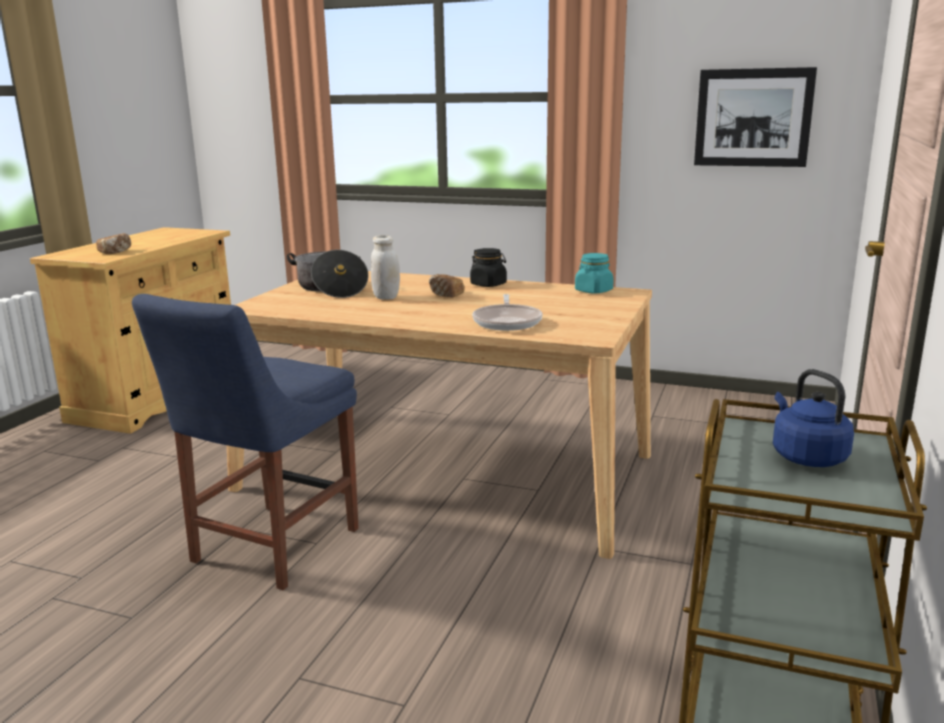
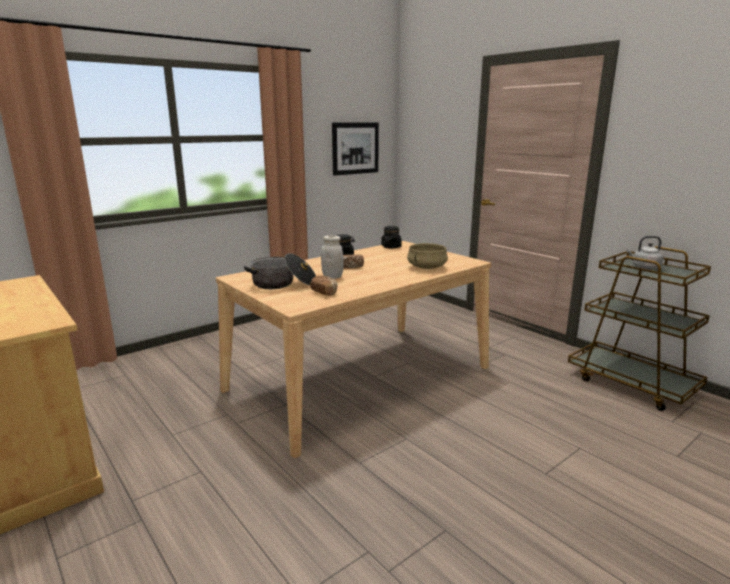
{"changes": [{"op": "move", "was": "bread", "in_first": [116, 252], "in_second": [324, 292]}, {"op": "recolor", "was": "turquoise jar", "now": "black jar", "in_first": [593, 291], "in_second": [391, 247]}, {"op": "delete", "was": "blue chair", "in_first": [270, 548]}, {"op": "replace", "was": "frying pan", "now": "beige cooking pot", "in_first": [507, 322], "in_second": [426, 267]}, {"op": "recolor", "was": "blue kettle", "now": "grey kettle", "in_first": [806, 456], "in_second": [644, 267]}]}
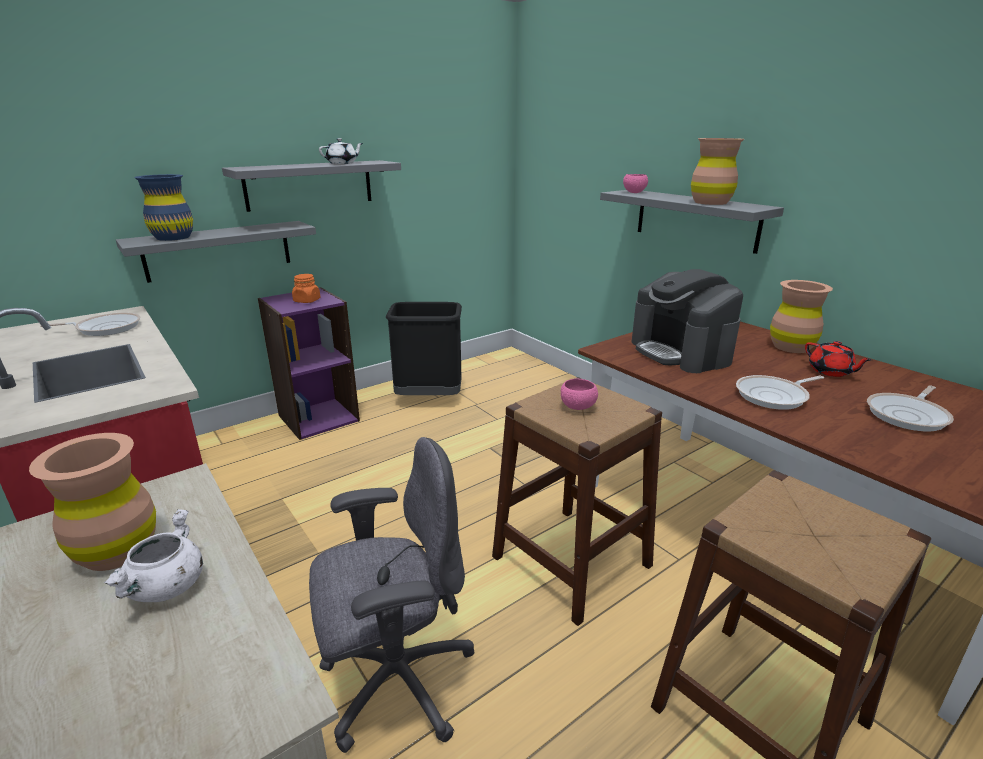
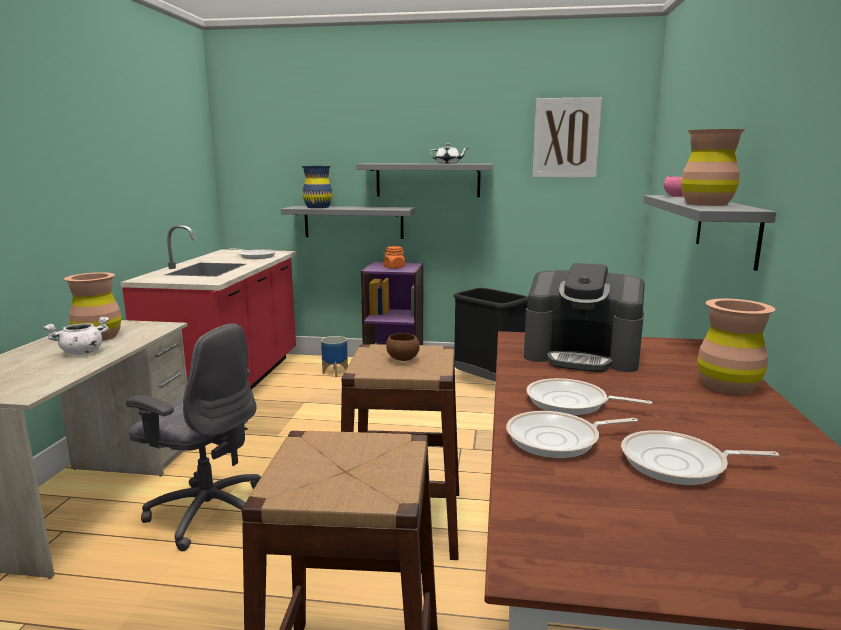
{"changes": [{"op": "rotate", "was": "coffee machine", "in_first": [680, 352], "in_second": [582, 356], "clockwise": -90}, {"op": "delete", "was": "red teapot", "in_first": [830, 371]}, {"op": "recolor", "was": "pink bowl", "now": "brown bowl", "in_first": [578, 407], "in_second": [402, 359]}, {"op": "insert", "now": "picture", "in_second": [566, 138]}, {"op": "insert", "now": "planter", "in_second": [335, 372]}, {"op": "insert", "now": "frying pan", "in_second": [558, 440]}]}
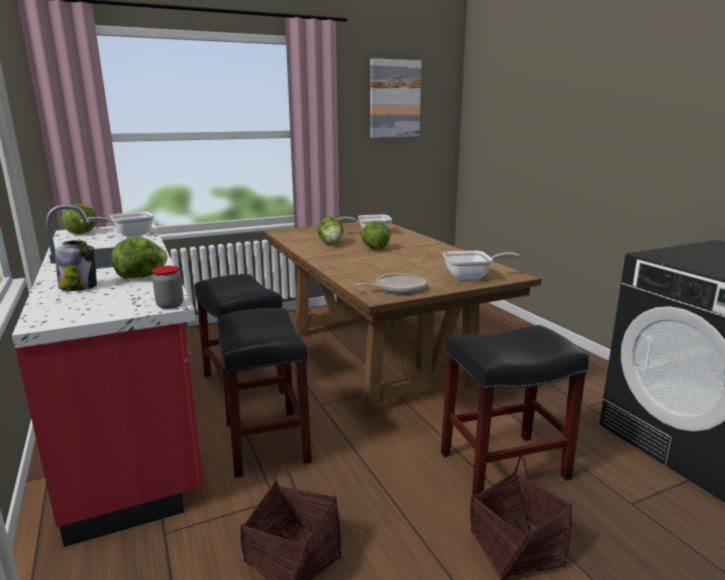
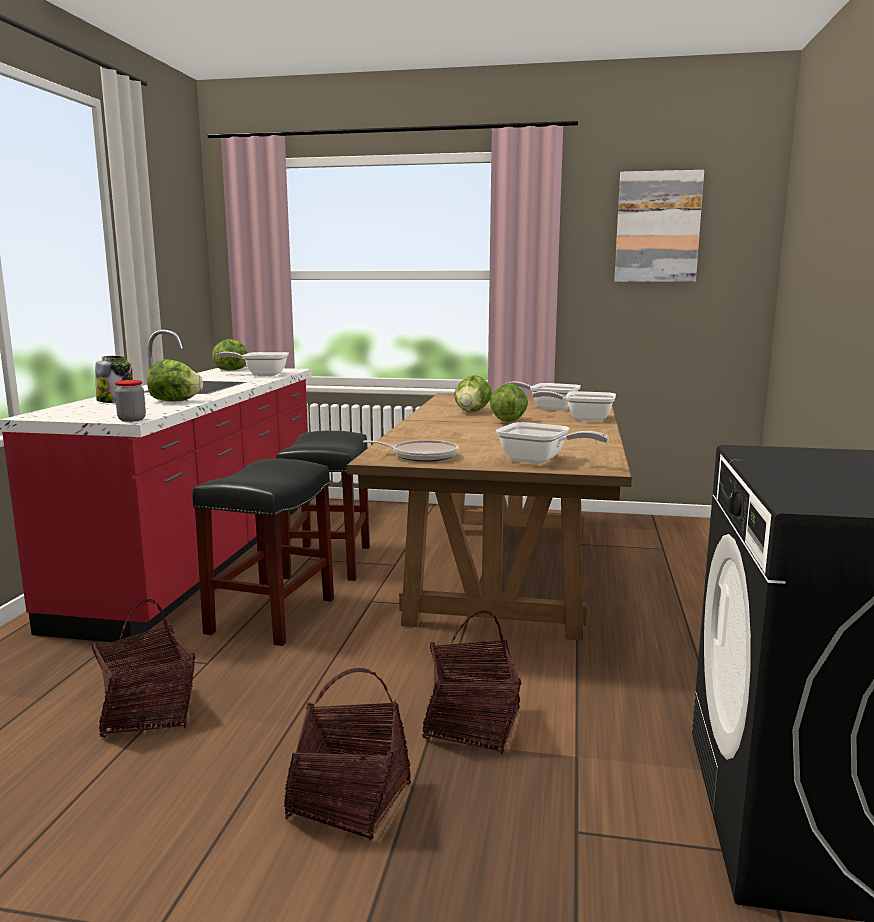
{"changes": [{"op": "replace", "was": "black stool", "now": "basket", "in_first": [503, 466], "in_second": [472, 725]}, {"op": "insert", "now": "frying pan", "in_second": [583, 418]}]}
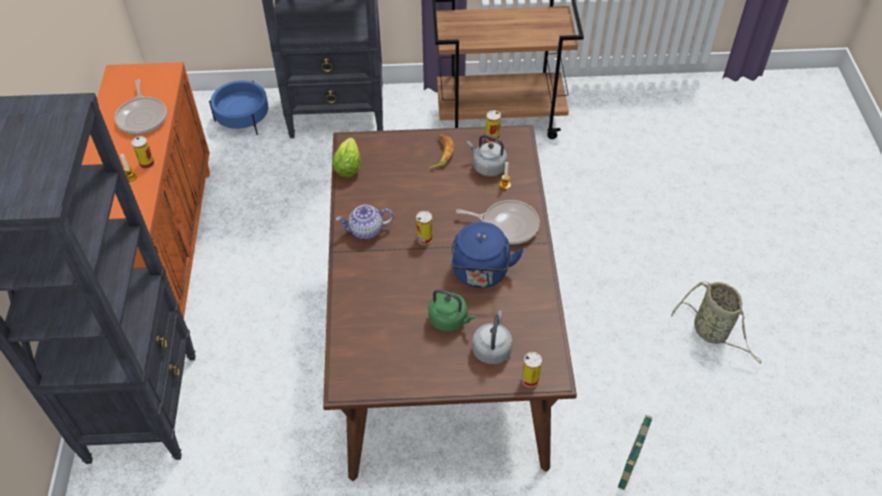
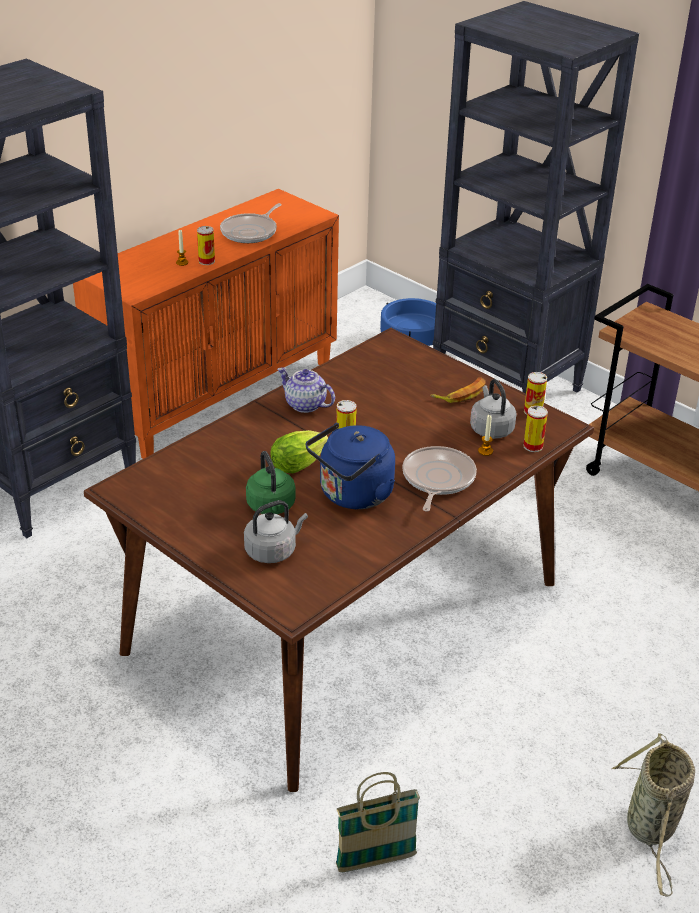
{"changes": [{"op": "move", "was": "lettuce", "in_first": [348, 165], "in_second": [300, 464]}, {"op": "rotate", "was": "frying pan", "in_first": [507, 225], "in_second": [437, 479], "clockwise": -135}, {"op": "move", "was": "can", "in_first": [530, 379], "in_second": [533, 446]}]}
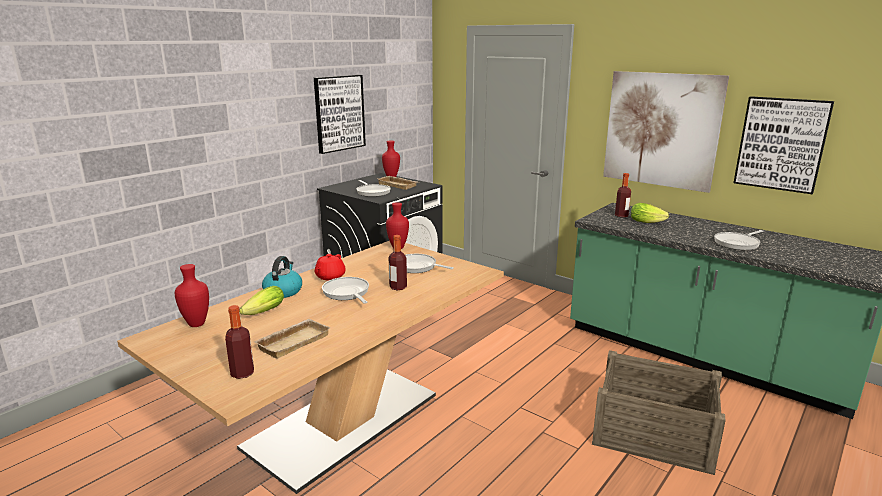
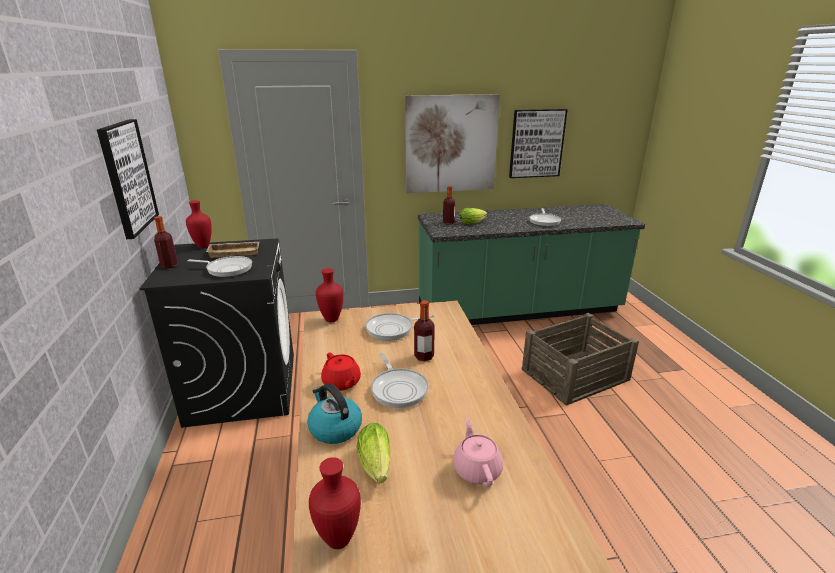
{"changes": [{"op": "rotate", "was": "frying pan", "in_first": [347, 293], "in_second": [398, 389], "clockwise": -120}, {"op": "move", "was": "bottle", "in_first": [242, 373], "in_second": [169, 266]}, {"op": "replace", "was": "beige tray", "now": "pink teapot", "in_first": [293, 341], "in_second": [477, 469]}]}
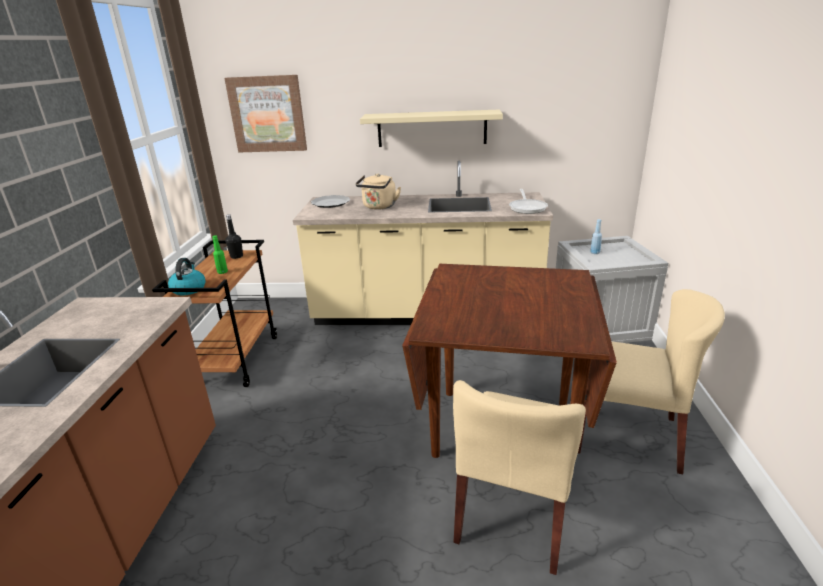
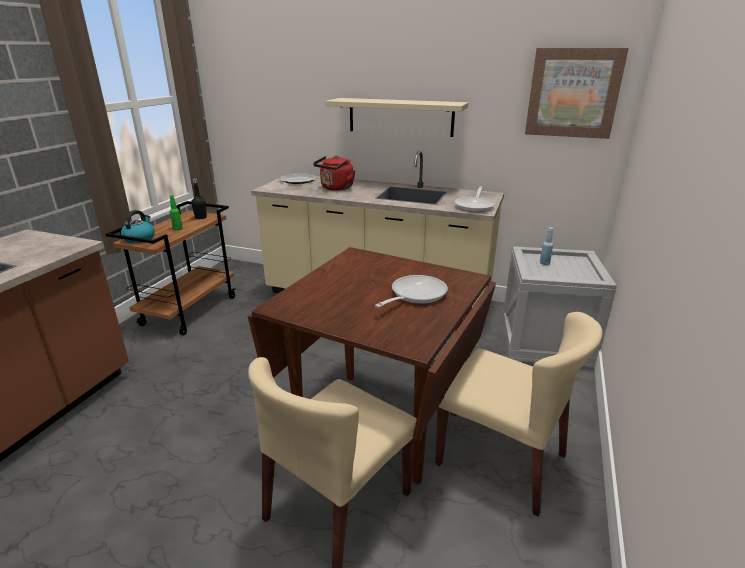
{"changes": [{"op": "move", "was": "picture", "in_first": [267, 114], "in_second": [573, 93]}, {"op": "recolor", "was": "beige kettle", "now": "red kettle", "in_first": [379, 207], "in_second": [336, 188]}, {"op": "insert", "now": "frying pan", "in_second": [415, 295]}]}
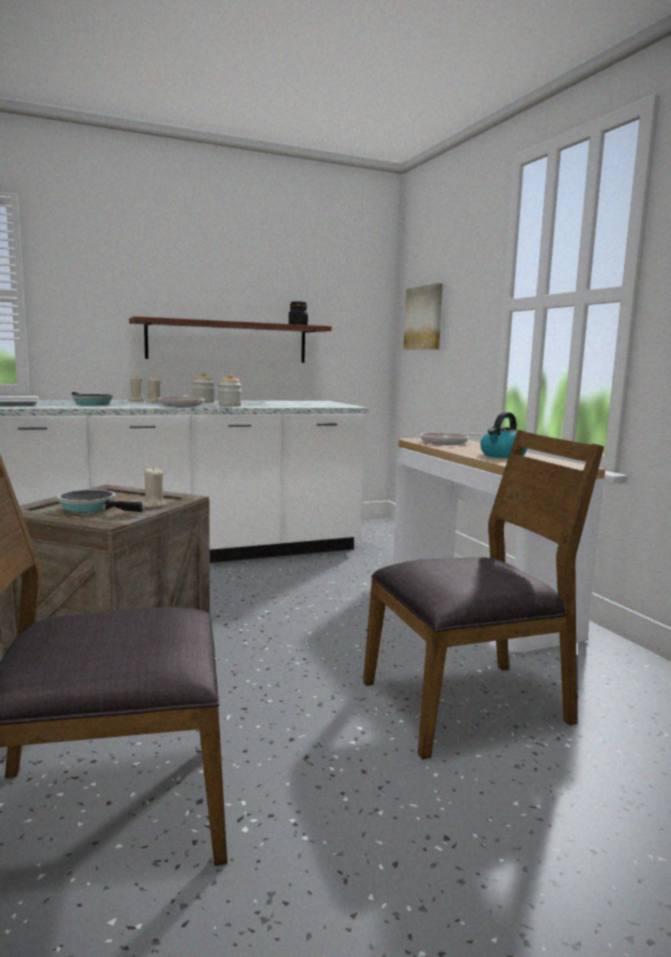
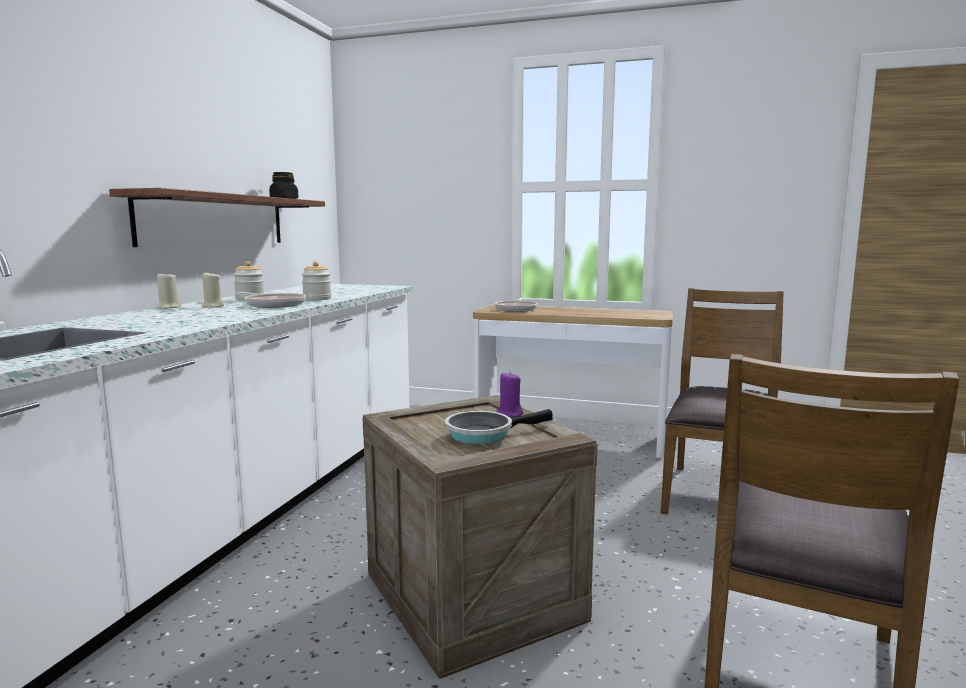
{"changes": [{"op": "delete", "was": "picture", "in_first": [424, 318]}, {"op": "delete", "was": "frying pan", "in_first": [90, 403]}, {"op": "delete", "was": "kettle", "in_first": [502, 455]}, {"op": "recolor", "was": "beige candle", "now": "purple candle", "in_first": [153, 505], "in_second": [509, 414]}]}
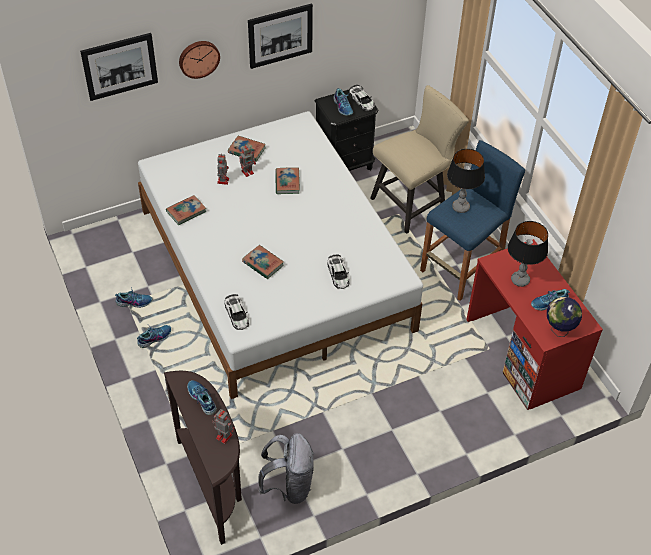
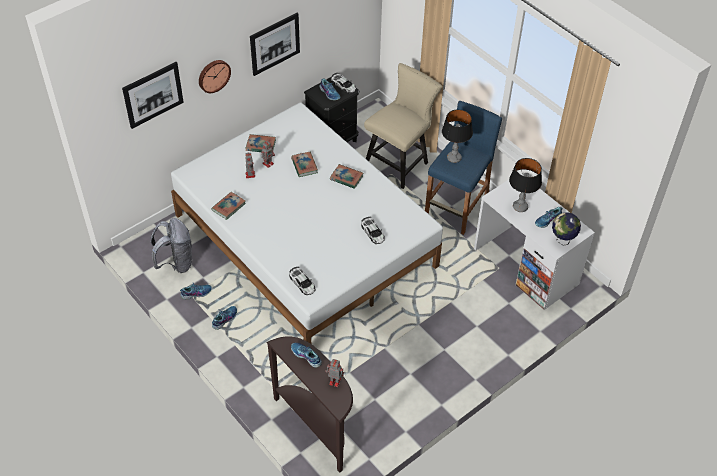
{"changes": [{"op": "recolor", "was": "red desk", "now": "white desk", "in_first": [522, 353], "in_second": [526, 266]}, {"op": "move", "was": "book", "in_first": [263, 264], "in_second": [346, 178]}, {"op": "move", "was": "grey backpack", "in_first": [289, 486], "in_second": [176, 263]}]}
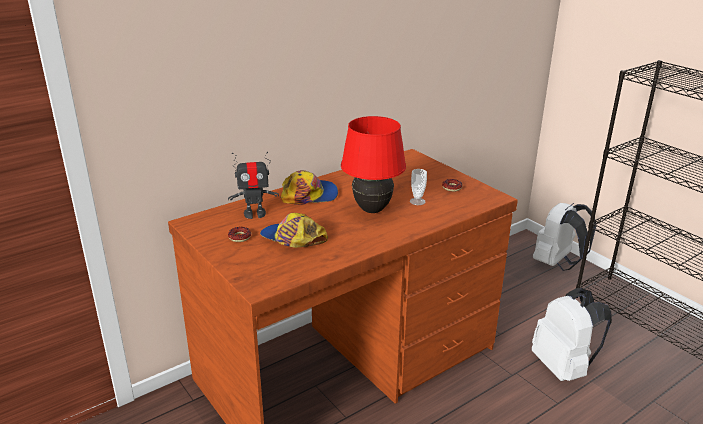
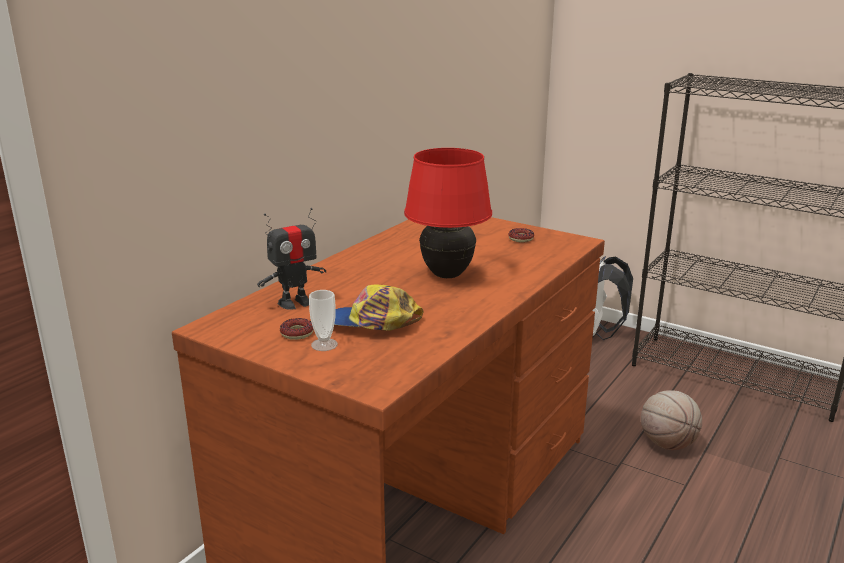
{"changes": [{"op": "move", "was": "cup", "in_first": [417, 201], "in_second": [324, 345]}, {"op": "delete", "was": "cap", "in_first": [309, 195]}, {"op": "replace", "was": "white backpack", "now": "basketball", "in_first": [563, 367], "in_second": [667, 444]}]}
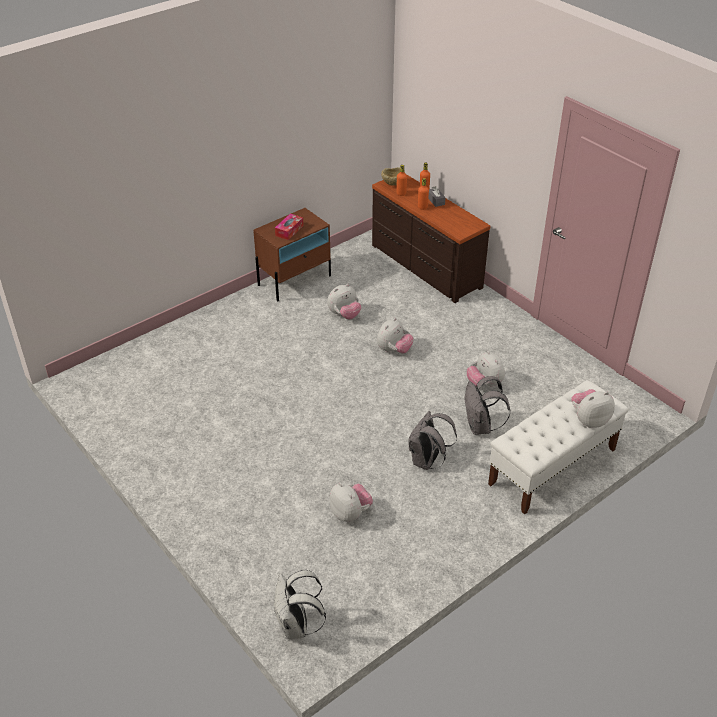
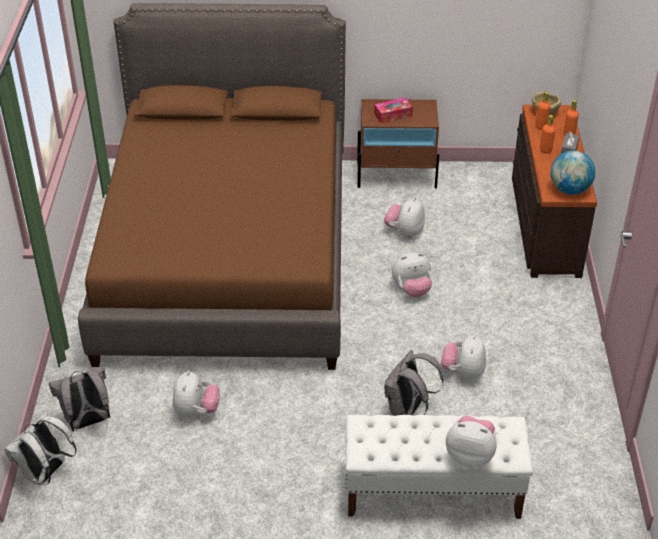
{"changes": [{"op": "rotate", "was": "plush toy", "in_first": [344, 315], "in_second": [404, 232], "clockwise": 105}, {"op": "move", "was": "grey backpack", "in_first": [427, 461], "in_second": [88, 422]}, {"op": "insert", "now": "brown bed", "in_second": [227, 255]}, {"op": "insert", "now": "globe", "in_second": [569, 190]}]}
